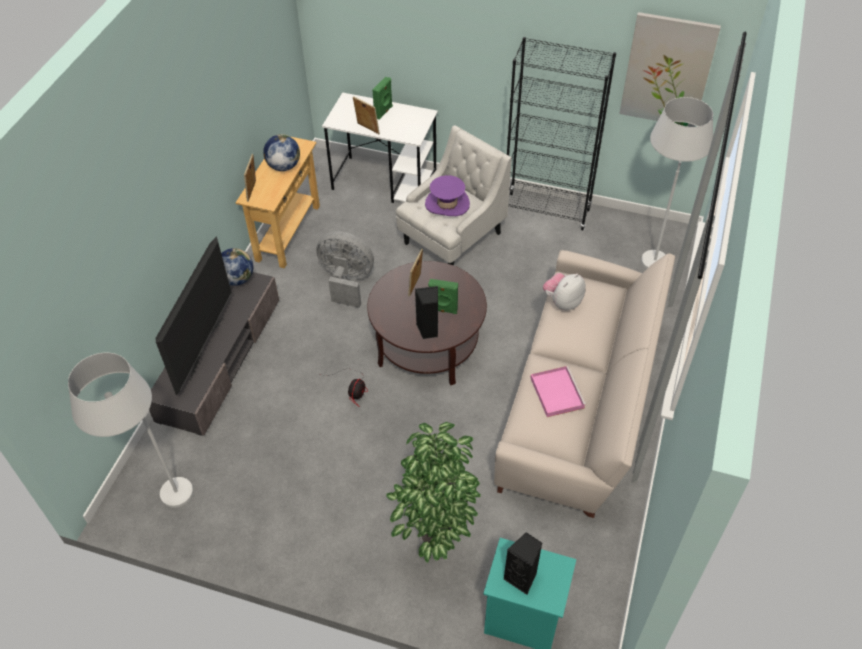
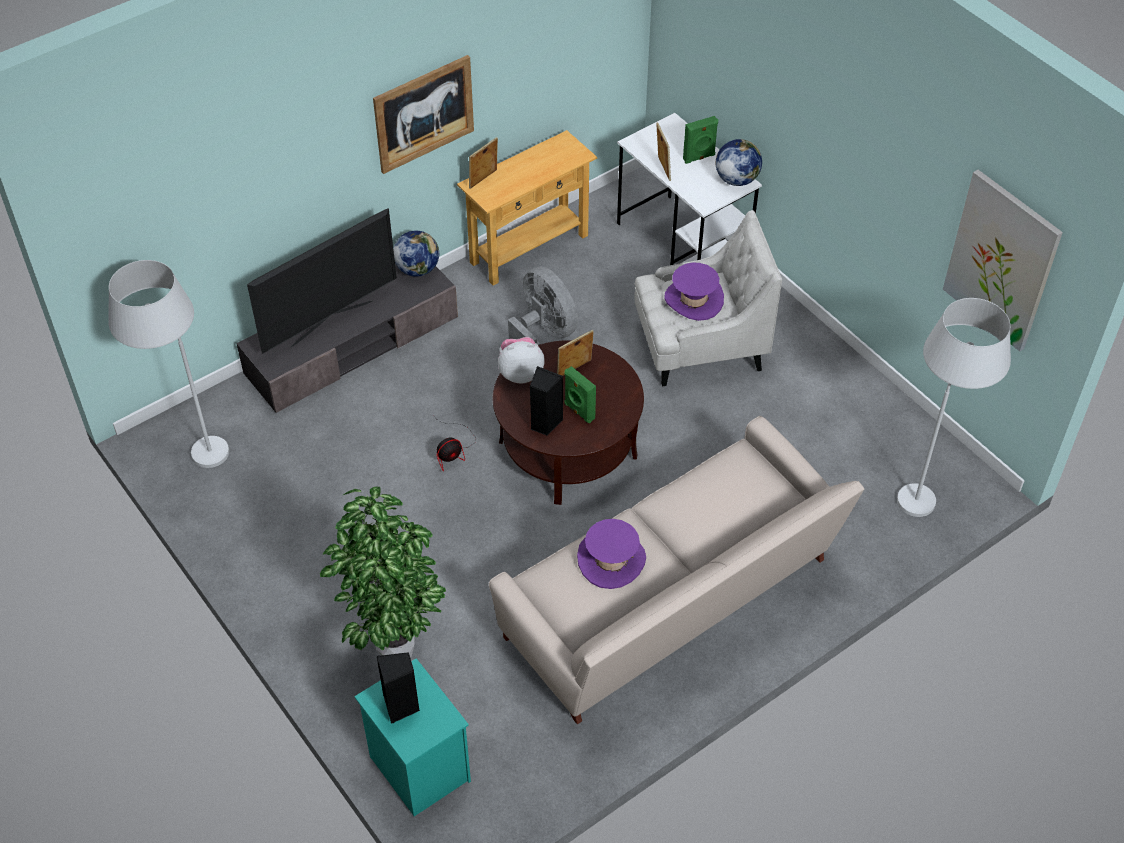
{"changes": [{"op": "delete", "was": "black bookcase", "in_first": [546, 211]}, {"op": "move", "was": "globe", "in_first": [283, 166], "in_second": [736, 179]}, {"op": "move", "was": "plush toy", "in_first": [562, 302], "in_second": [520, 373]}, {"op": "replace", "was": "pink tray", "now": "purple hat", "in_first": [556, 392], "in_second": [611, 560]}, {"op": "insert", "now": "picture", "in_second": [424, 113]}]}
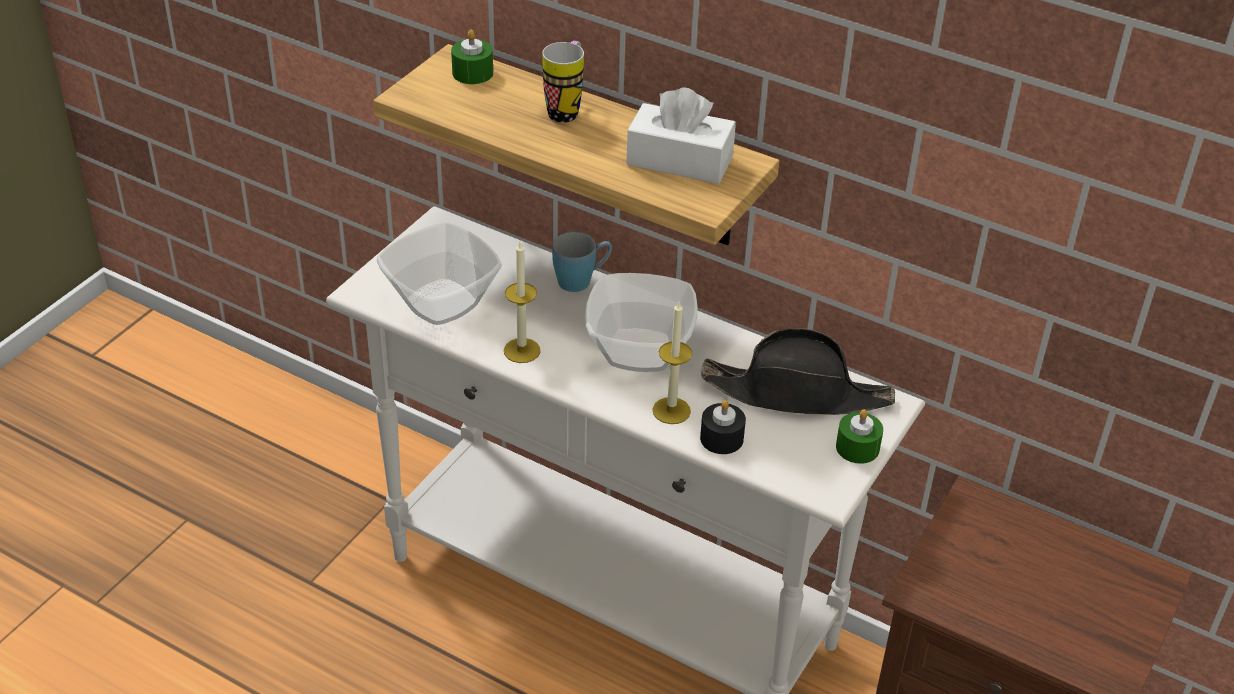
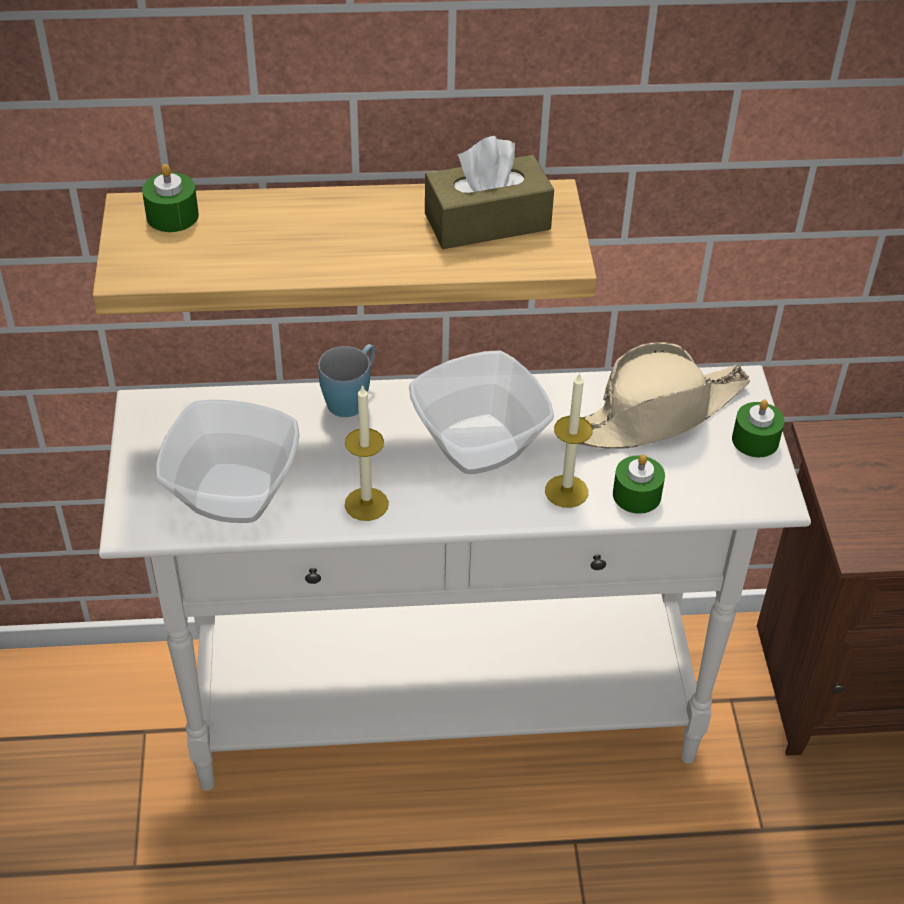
{"changes": [{"op": "delete", "was": "mug", "in_first": [566, 109]}, {"op": "recolor", "was": "white tissue box", "now": "brown tissue box", "in_first": [679, 160], "in_second": [487, 221]}, {"op": "recolor", "was": "black hat", "now": "beige hat", "in_first": [797, 393], "in_second": [656, 414]}, {"op": "recolor", "was": "black candle", "now": "green candle", "in_first": [721, 438], "in_second": [636, 495]}]}
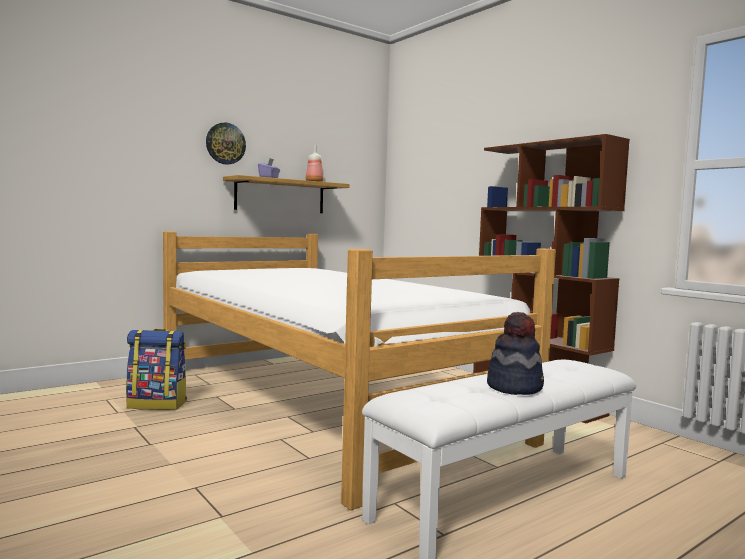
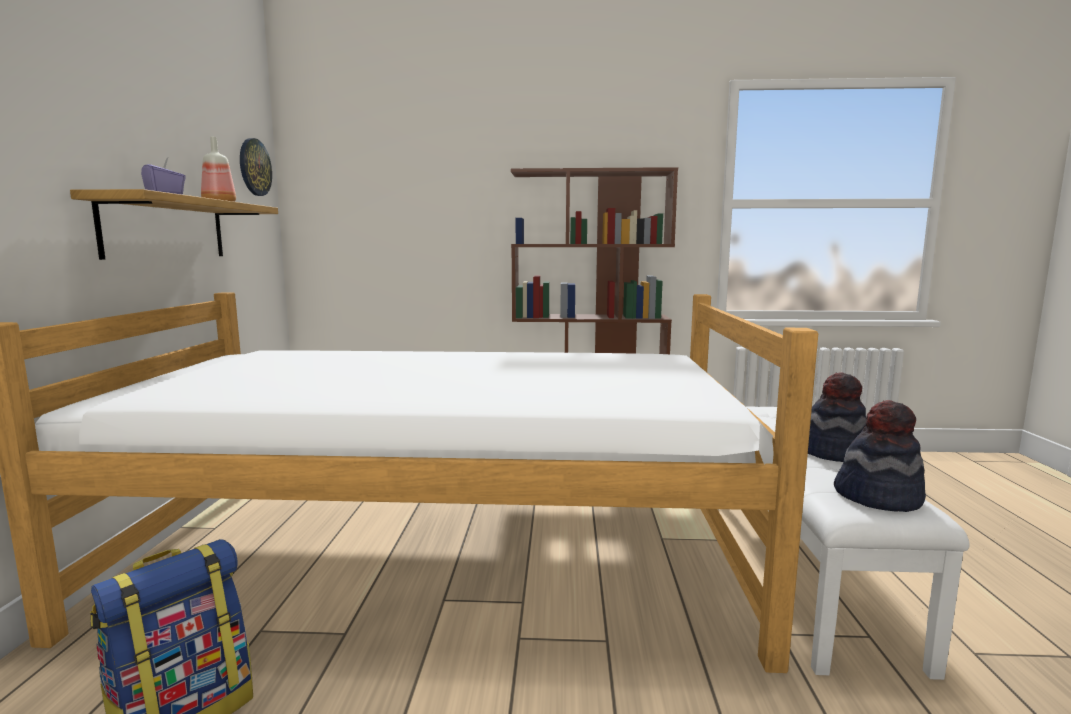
{"changes": [{"op": "move", "was": "wall clock", "in_first": [225, 143], "in_second": [254, 167]}, {"op": "insert", "now": "hat", "in_second": [878, 497]}]}
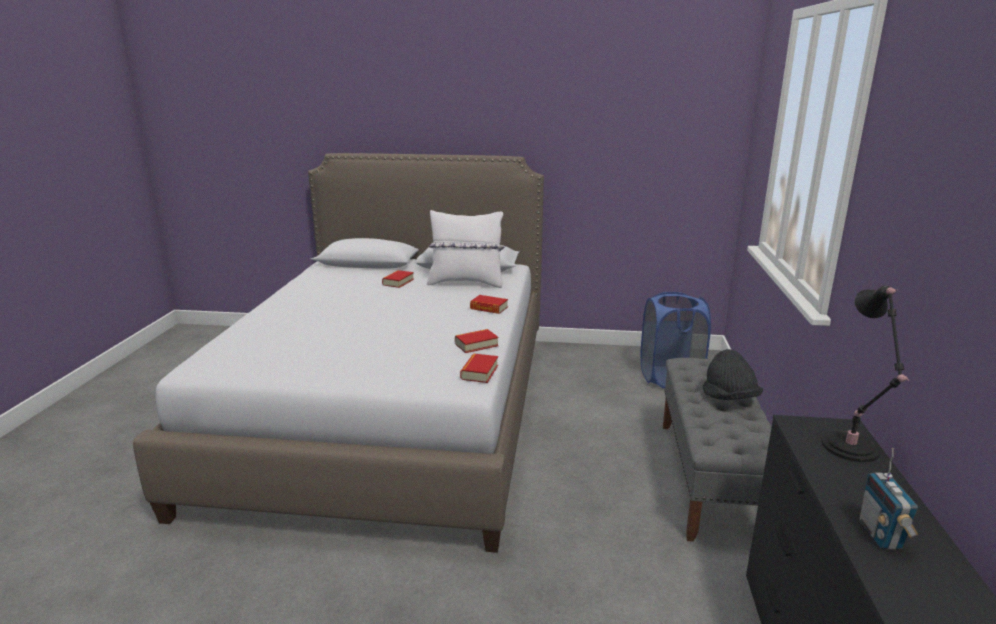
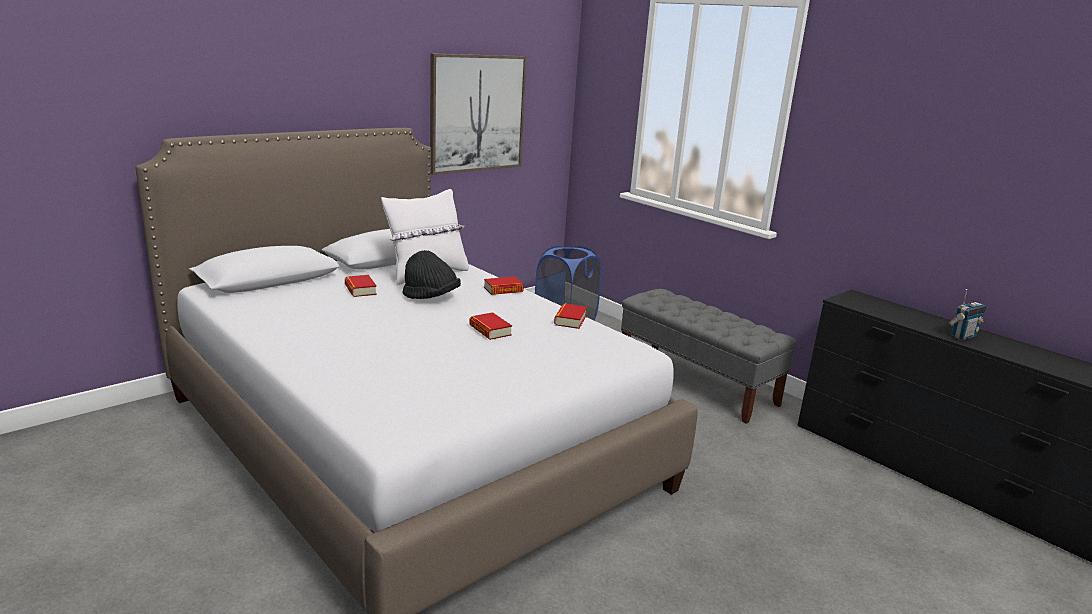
{"changes": [{"op": "delete", "was": "black table lamp", "in_first": [851, 449]}, {"op": "move", "was": "black hat", "in_first": [729, 398], "in_second": [431, 297]}, {"op": "move", "was": "book", "in_first": [479, 372], "in_second": [490, 330]}, {"op": "rotate", "was": "radio", "in_first": [881, 535], "in_second": [962, 336], "clockwise": -75}, {"op": "insert", "now": "picture", "in_second": [477, 113]}]}
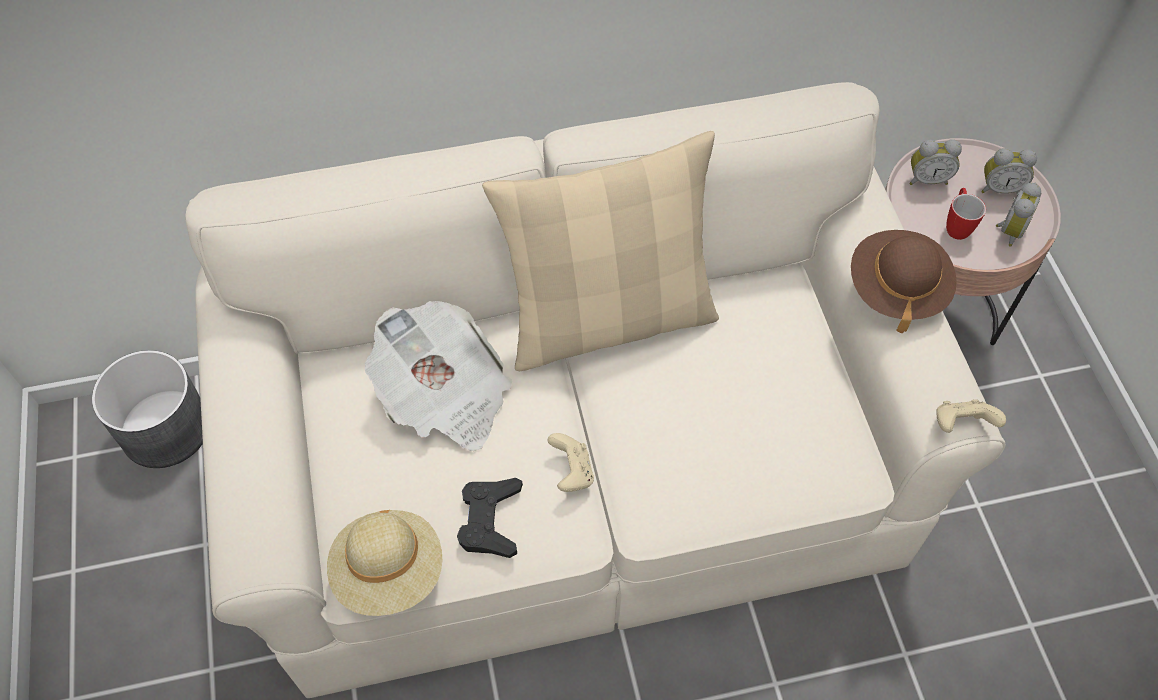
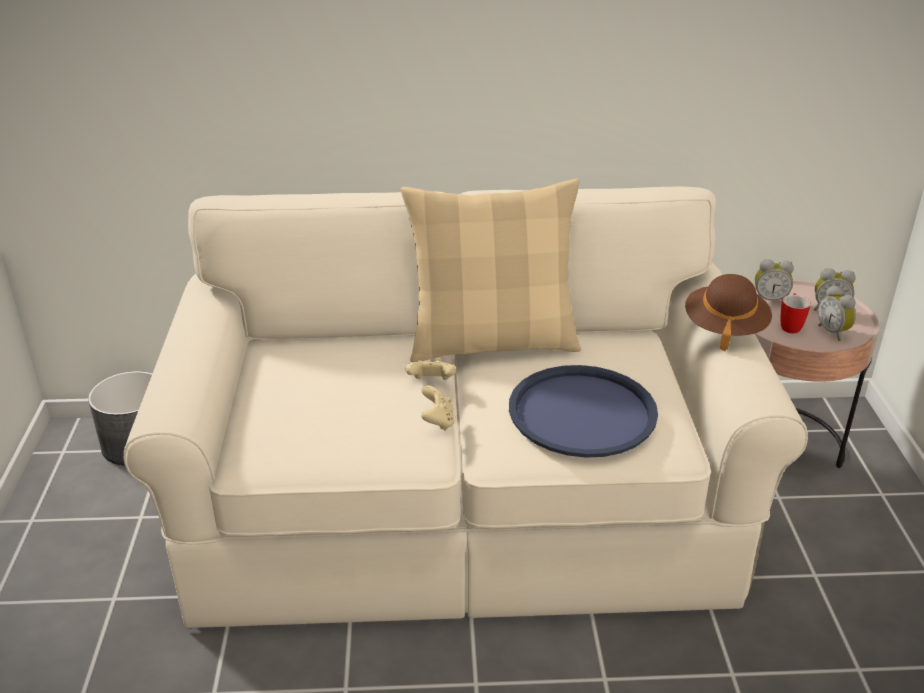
{"changes": [{"op": "rotate", "was": "alarm clock", "in_first": [1008, 230], "in_second": [833, 332], "clockwise": 120}, {"op": "delete", "was": "newspaper", "in_first": [444, 396]}, {"op": "move", "was": "beige game controller", "in_first": [960, 425], "in_second": [431, 383]}, {"op": "delete", "was": "black game controller", "in_first": [490, 520]}, {"op": "delete", "was": "beige hat", "in_first": [389, 572]}, {"op": "insert", "now": "blue tray", "in_second": [582, 412]}]}
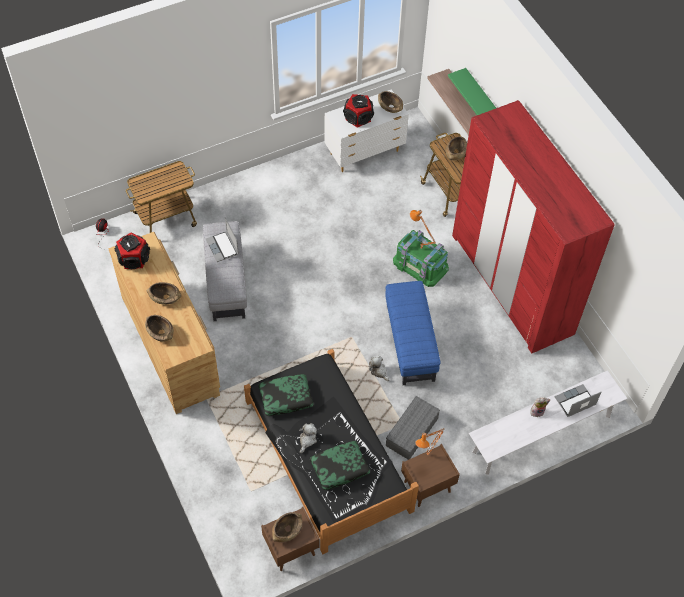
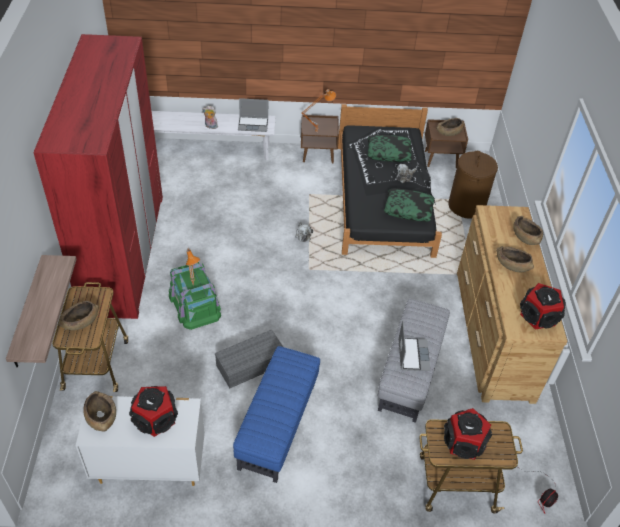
{"changes": [{"op": "delete", "was": "green shelf", "in_first": [481, 96]}, {"op": "move", "was": "blue ottoman", "in_first": [410, 343], "in_second": [277, 425]}, {"op": "move", "was": "laptop", "in_first": [575, 402], "in_second": [253, 124]}, {"op": "move", "was": "grey storage box", "in_first": [412, 433], "in_second": [251, 363]}, {"op": "insert", "now": "brown laundry basket", "in_second": [466, 206]}, {"op": "insert", "now": "speaker", "in_second": [464, 443]}]}
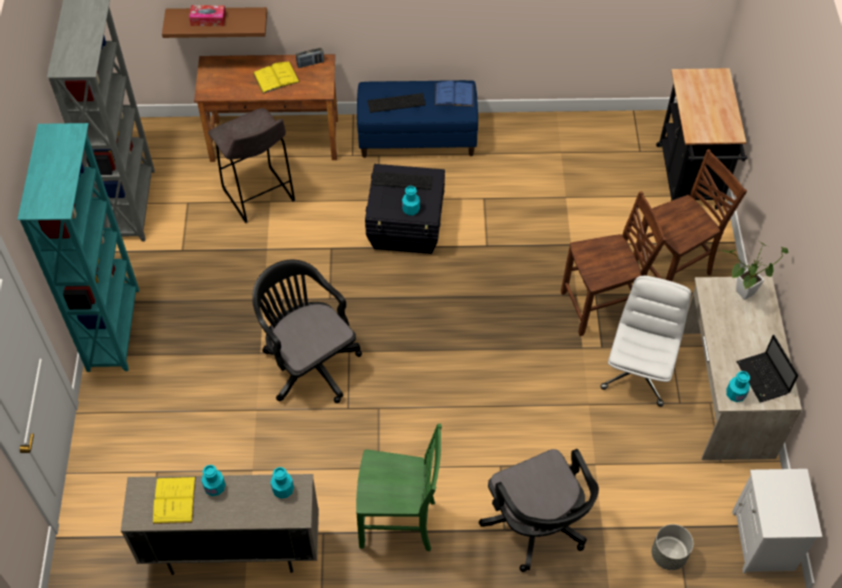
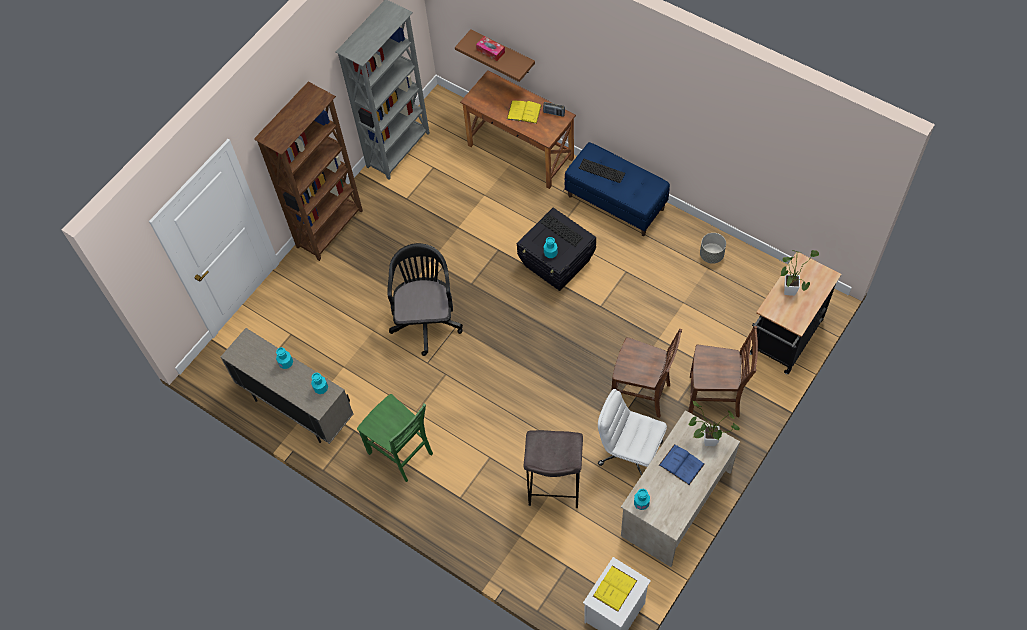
{"changes": [{"op": "move", "was": "blue book", "in_first": [454, 94], "in_second": [681, 464]}, {"op": "move", "was": "grey stool", "in_first": [259, 196], "in_second": [554, 487]}, {"op": "recolor", "was": "turquoise bookcase", "now": "brown bookcase", "in_first": [114, 329], "in_second": [331, 229]}, {"op": "rotate", "was": "white office chair", "in_first": [638, 371], "in_second": [629, 453], "clockwise": -120}, {"op": "delete", "was": "laptop", "in_first": [763, 379]}, {"op": "delete", "was": "black office chair", "in_first": [537, 527]}, {"op": "move", "was": "yellow book", "in_first": [174, 500], "in_second": [615, 588]}, {"op": "move", "was": "grey planter", "in_first": [669, 555], "in_second": [711, 255]}, {"op": "insert", "now": "potted plant", "in_second": [789, 288]}]}
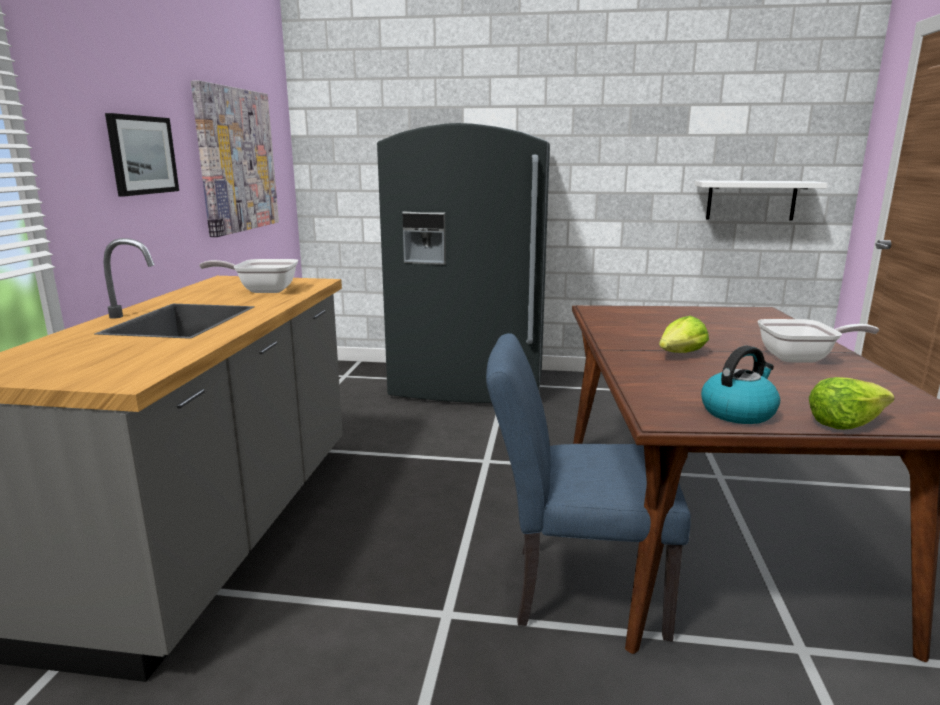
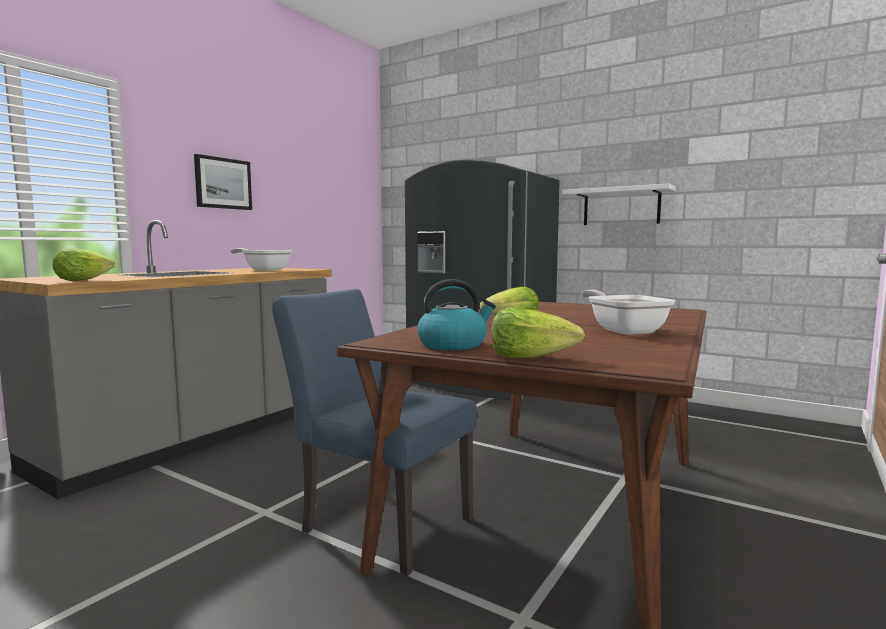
{"changes": [{"op": "delete", "was": "picture", "in_first": [236, 160]}, {"op": "move", "was": "white shelf", "in_first": [751, 200], "in_second": [621, 207]}, {"op": "rotate", "was": "frying pan", "in_first": [802, 358], "in_second": [623, 330], "clockwise": -135}, {"op": "insert", "now": "lettuce", "in_second": [83, 280]}]}
